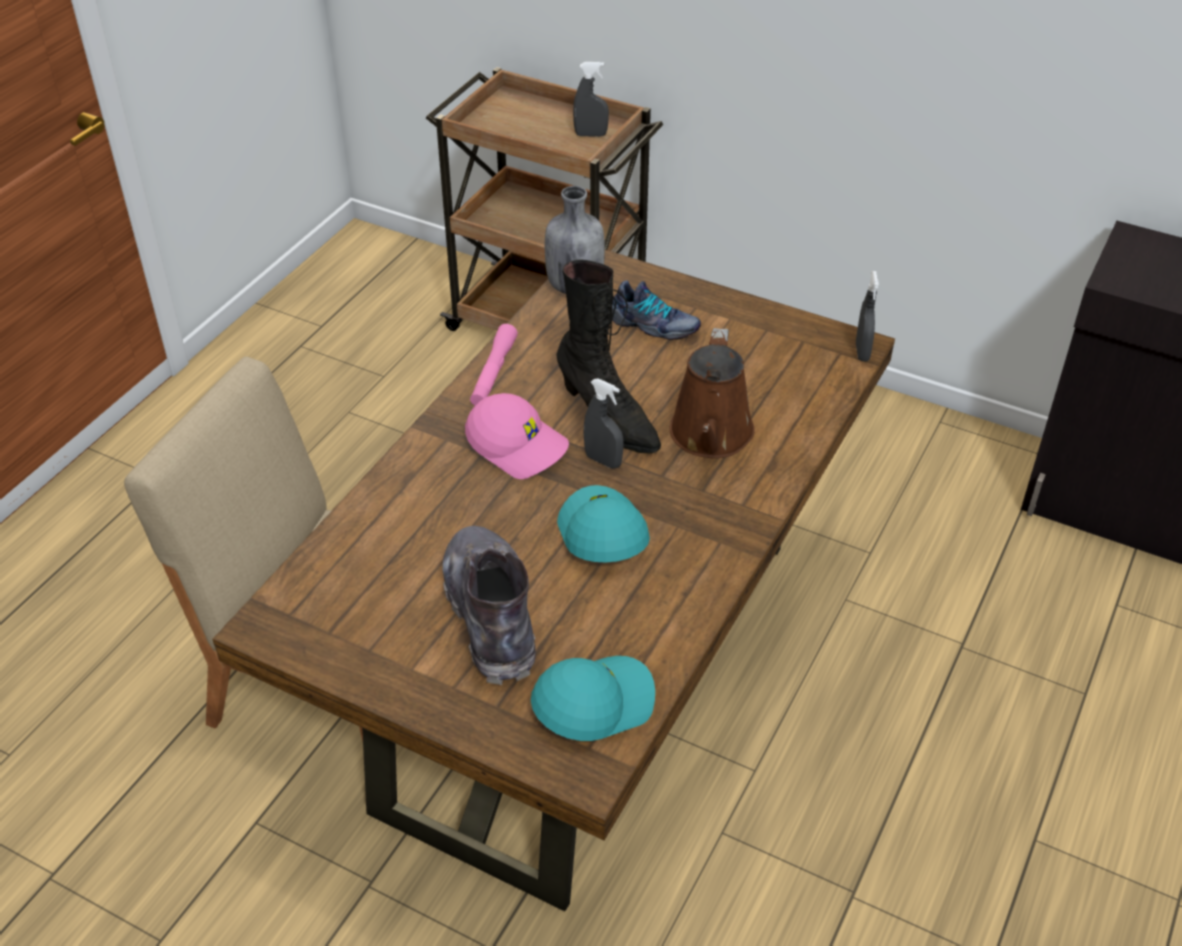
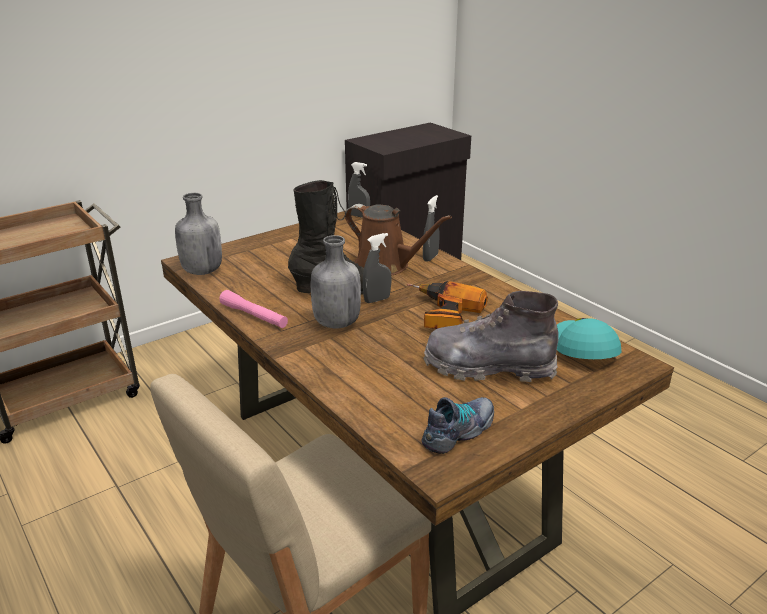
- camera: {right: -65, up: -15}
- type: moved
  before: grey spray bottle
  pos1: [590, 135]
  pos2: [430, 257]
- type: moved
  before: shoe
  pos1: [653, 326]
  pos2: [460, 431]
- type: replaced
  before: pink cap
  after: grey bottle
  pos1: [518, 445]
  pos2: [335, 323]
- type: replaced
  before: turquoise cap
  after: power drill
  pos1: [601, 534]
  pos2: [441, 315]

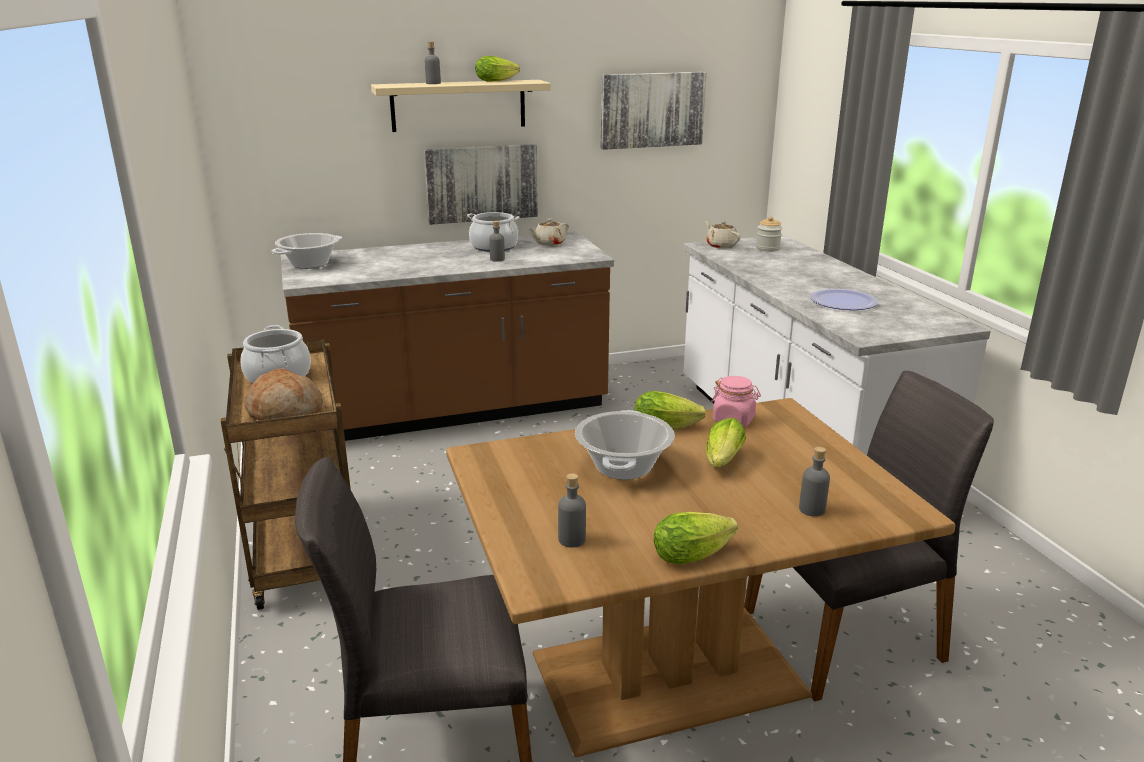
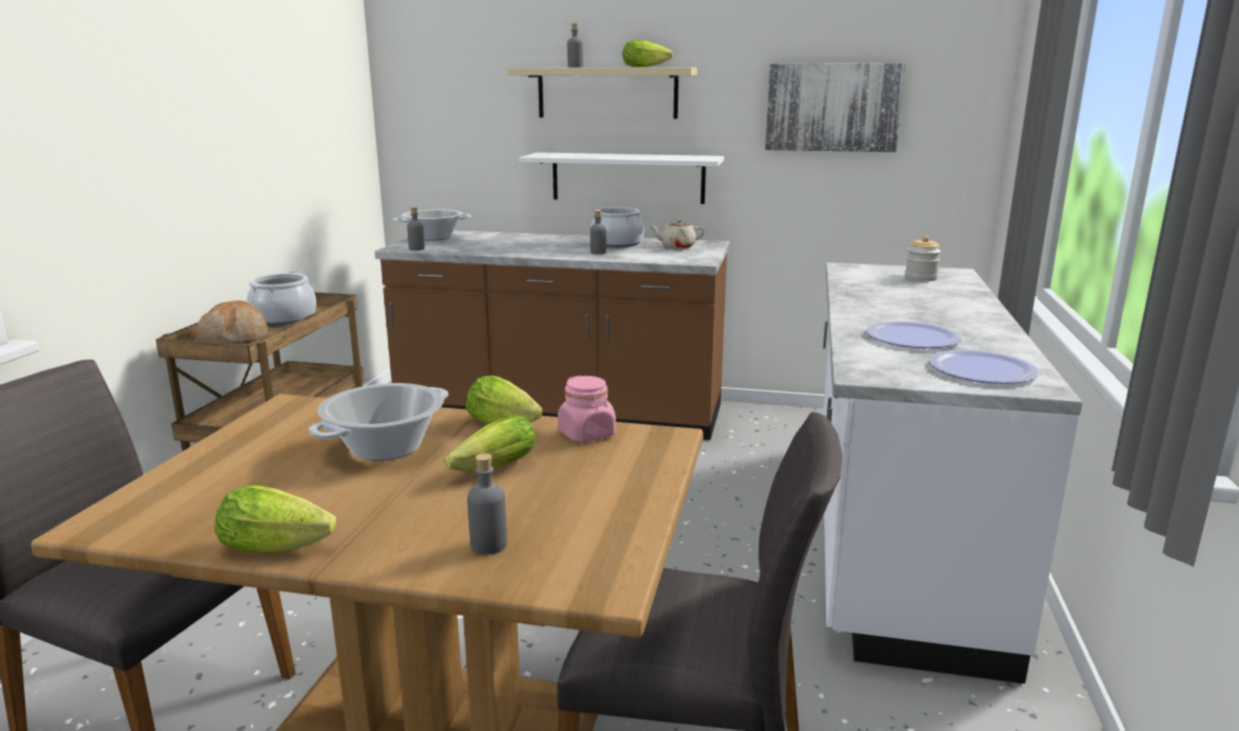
- camera: {right: 30, up: -5}
- type: replaced
  before: picture
  after: white shelf
  pos1: [481, 183]
  pos2: [628, 178]
- type: removed
  before: beige teapot
  pos1: [721, 245]
- type: moved
  before: grey bottle
  pos1: [572, 539]
  pos2: [416, 249]
- type: added
  after: plate
  pos2: [982, 370]

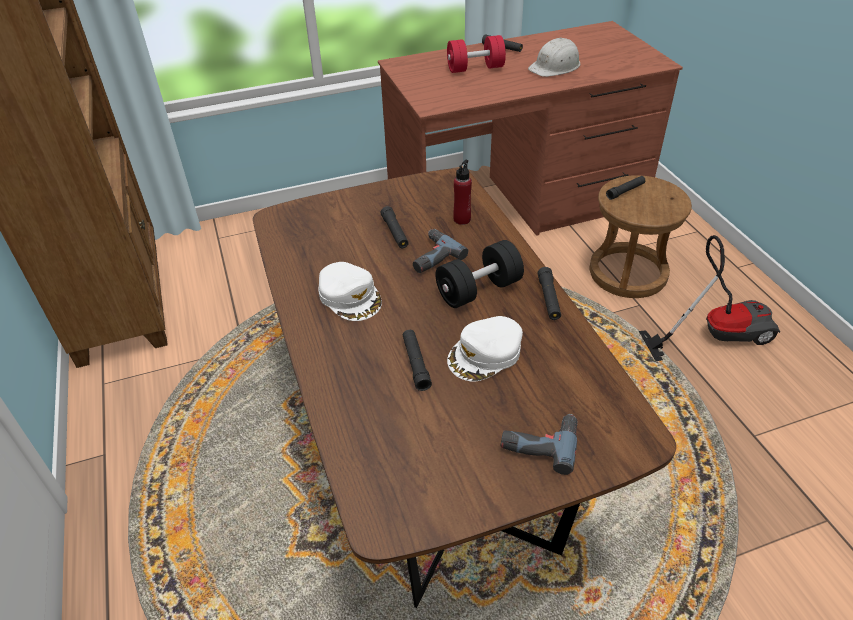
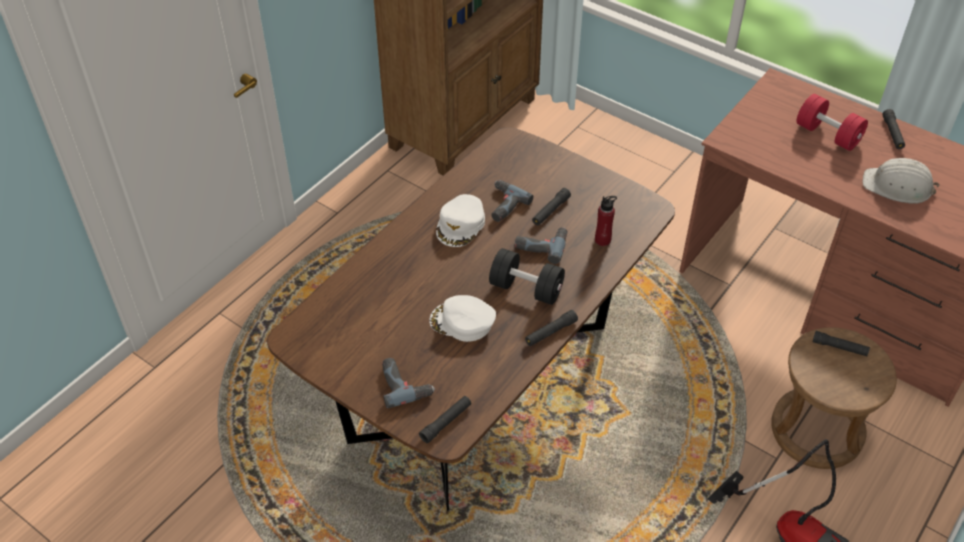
- camera: {right: 55, up: 5}
- type: moved
  before: black flashlight
  pos1: [416, 364]
  pos2: [446, 422]
- type: added
  after: power drill
  pos2: [502, 205]

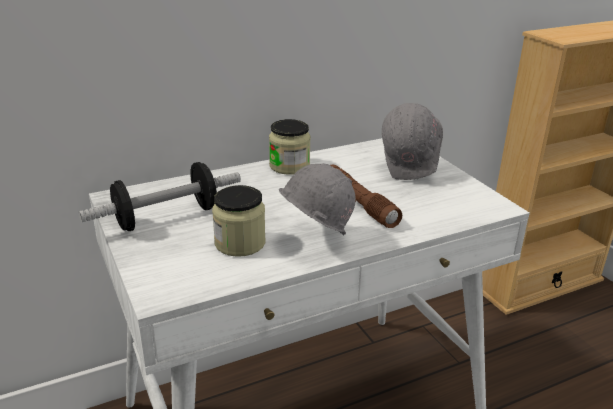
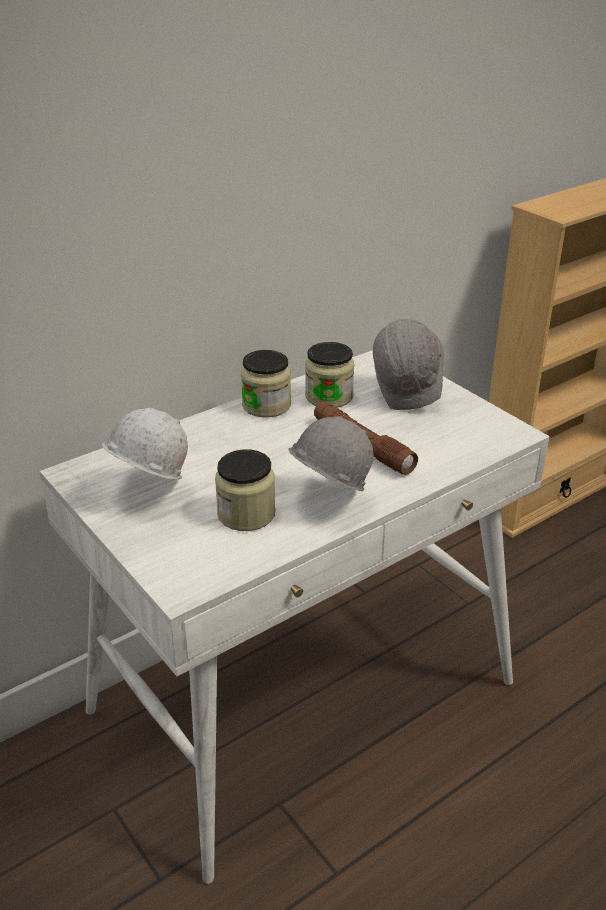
- camera: {right: -10, up: 5}
- type: replaced
  before: dumbbell
  after: white hard hat
  pos1: [166, 217]
  pos2: [148, 492]
- type: added
  after: jar
  pos2: [329, 397]

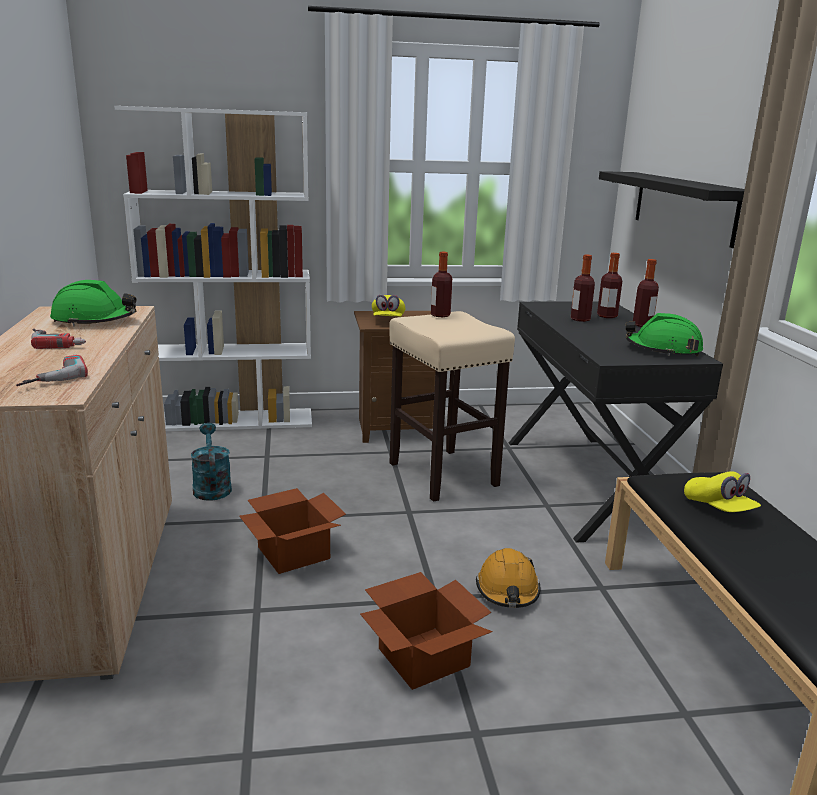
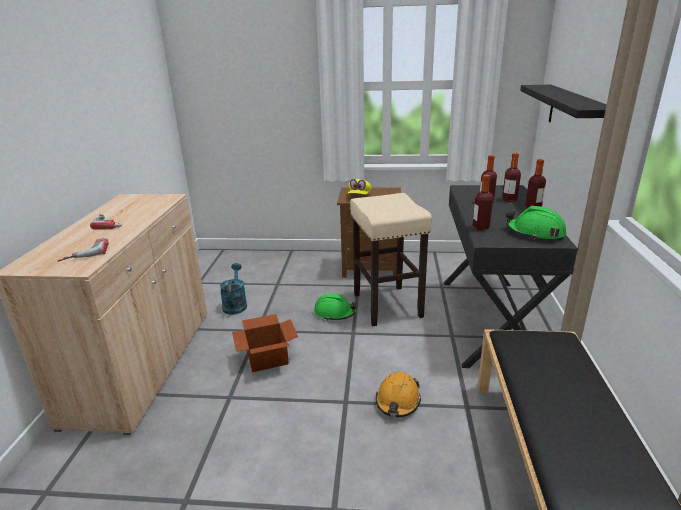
- camera: {right: 15, up: 5}
- type: removed
  before: white bookcase
  pos1: [233, 420]
- type: moved
  before: bottle
  pos1: [440, 315]
  pos2: [481, 227]
- type: moved
  before: green hard hat
  pos1: [94, 320]
  pos2: [335, 313]
- type: removed
  before: yellow cap
  pos1: [718, 508]
- type: removed
  before: cardboard box
  pos1: [423, 655]

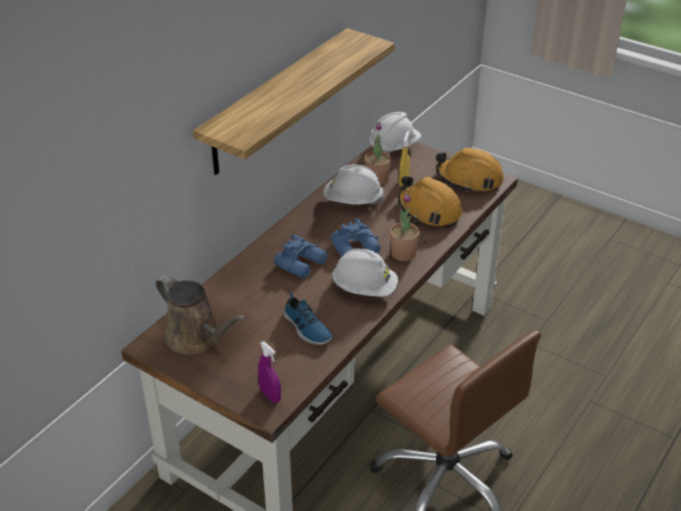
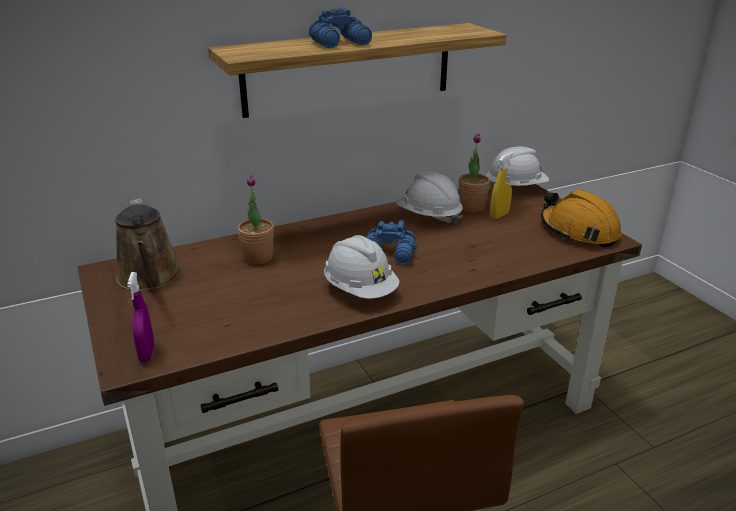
- camera: {right: 30, up: -10}
- type: removed
  before: orange hard hat
  pos1: [429, 210]
- type: moved
  before: potted plant
  pos1: [403, 254]
  pos2: [258, 257]
- type: moved
  before: blue binoculars
  pos1: [302, 264]
  pos2: [341, 43]
- type: removed
  before: shoe
  pos1: [306, 328]

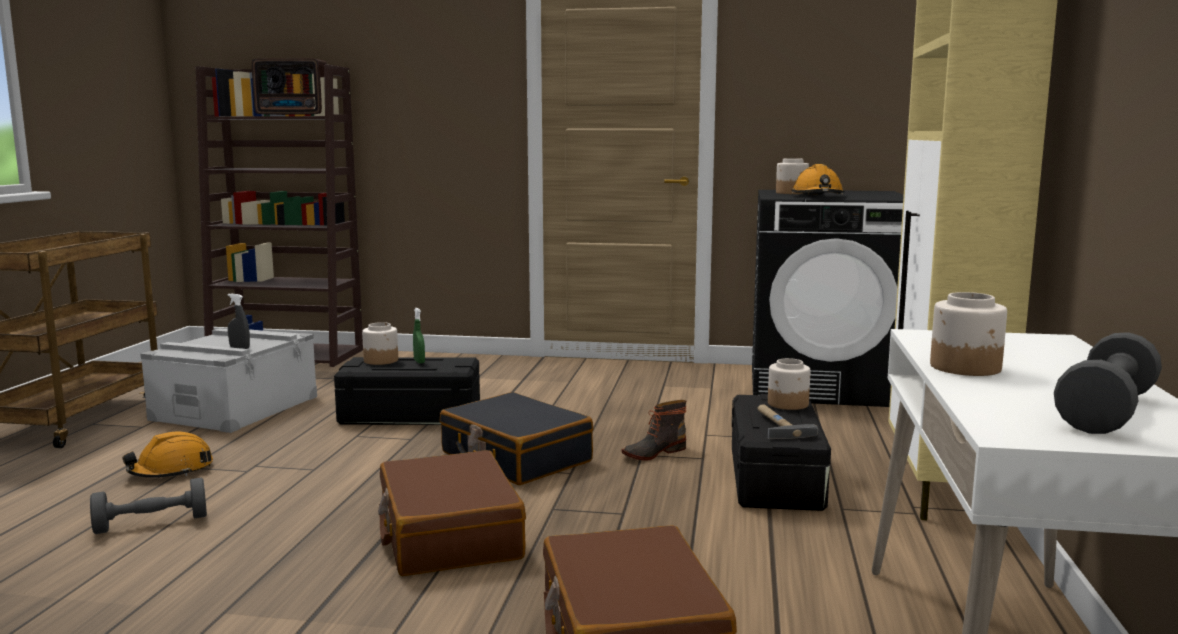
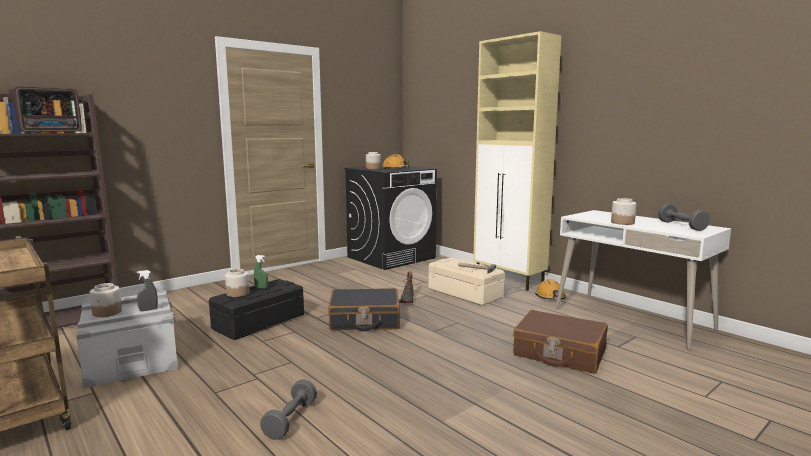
- camera: {right: -50, up: 0}
- type: moved
  before: jar
  pos1: [788, 404]
  pos2: [107, 312]
- type: recoloured
  before: black storage box
  after: beige storage box
  pos1: [777, 478]
  pos2: [465, 293]
- type: moved
  before: orange hard hat
  pos1: [171, 471]
  pos2: [550, 297]
- type: removed
  before: brown suitcase
  pos1: [448, 535]

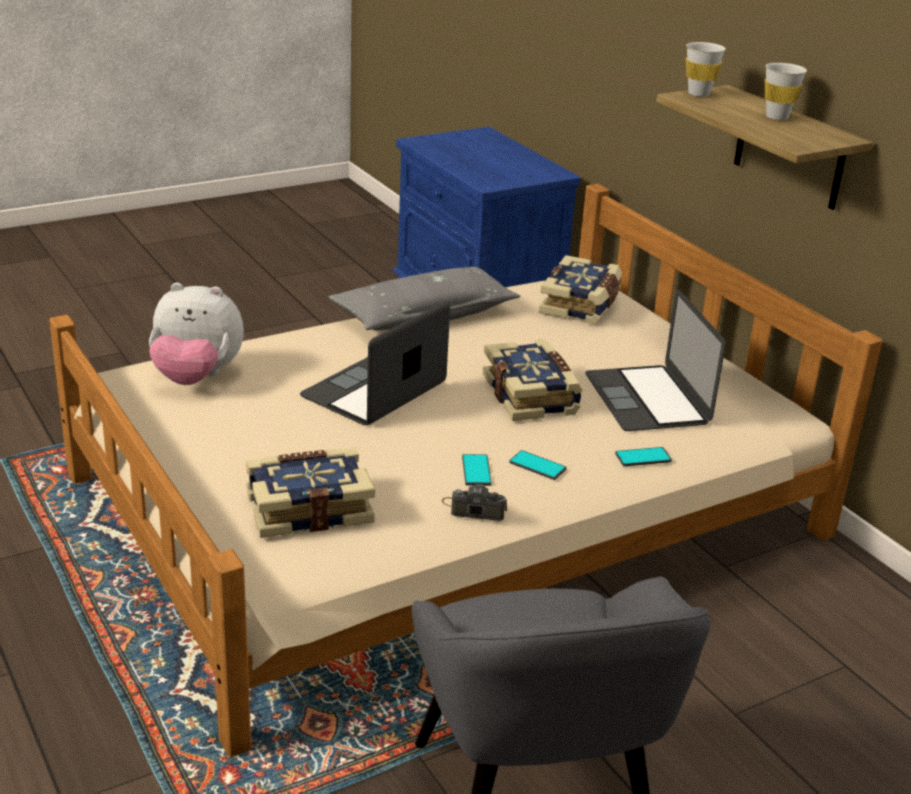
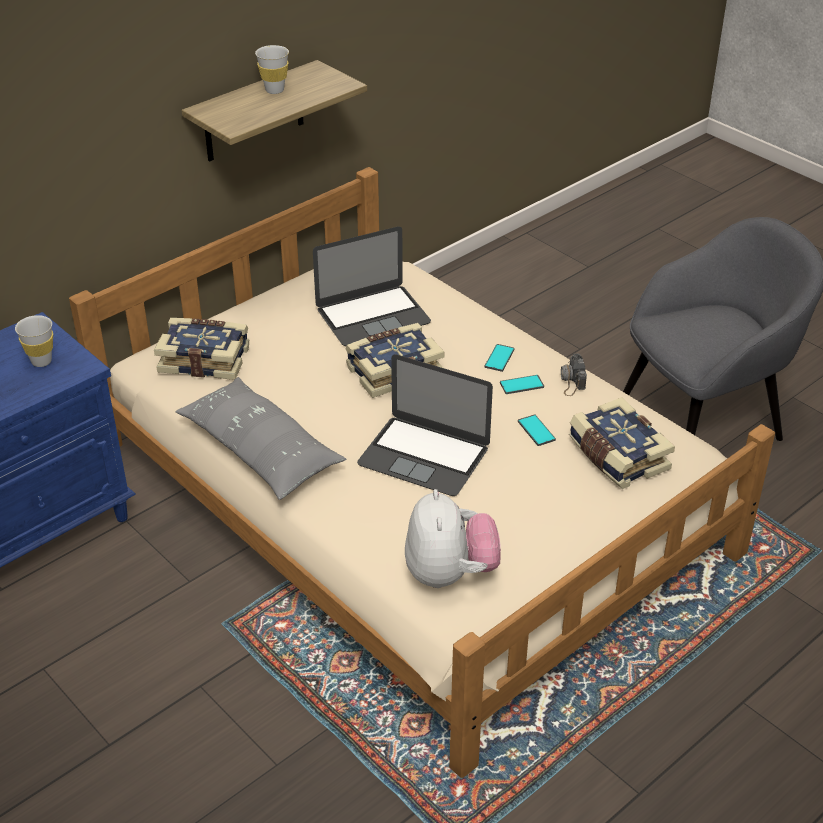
- camera: {right: -100, up: 10}
- type: moved
  before: white cup
  pos1: [698, 94]
  pos2: [41, 361]
- type: moved
  before: phone
  pos1: [643, 457]
  pos2: [536, 431]

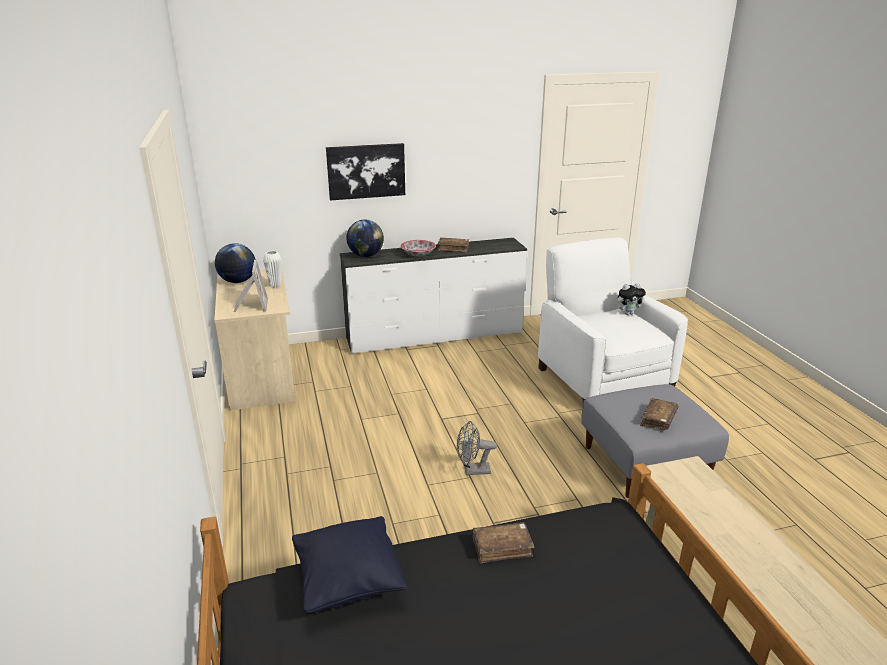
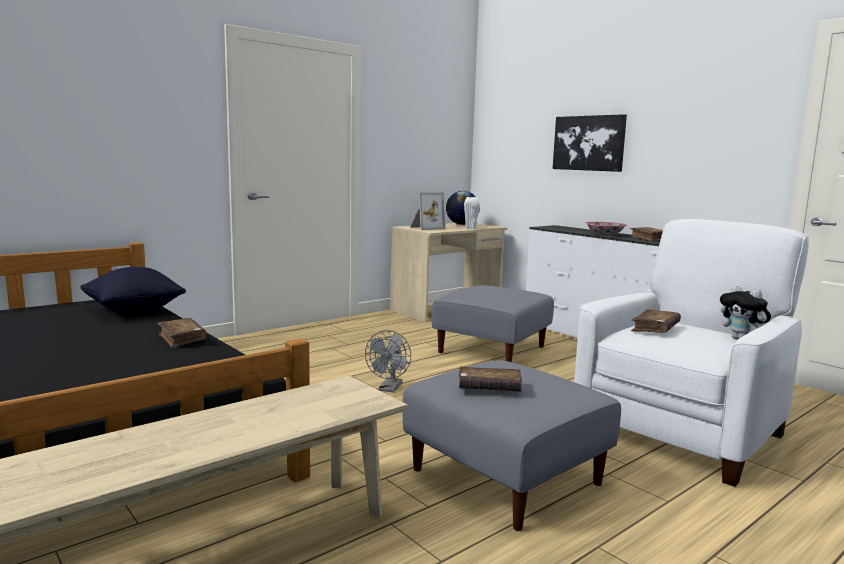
- camera: {right: 65, up: -15}
- type: removed
  before: globe
  pos1: [366, 255]
- type: turned
  before: grey fan
  pos1: [472, 471]
  pos2: [389, 389]
  turn: -135
- type: added
  after: grey ottoman
  pos2: [492, 350]
- type: added
  after: brown book
  pos2: [655, 329]

